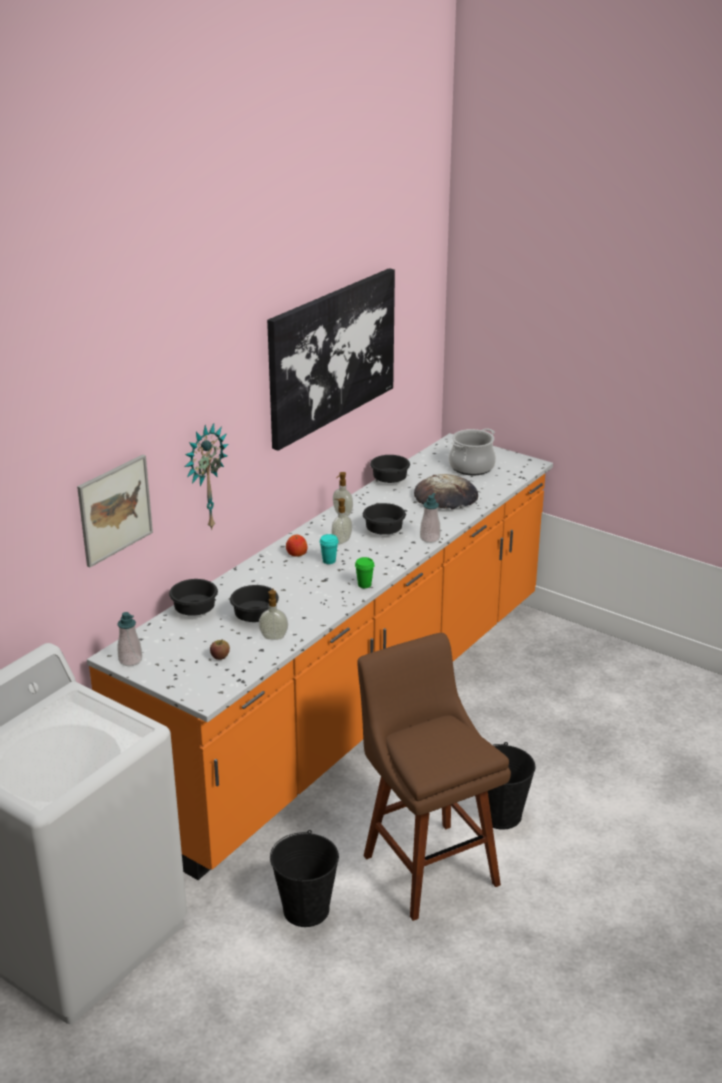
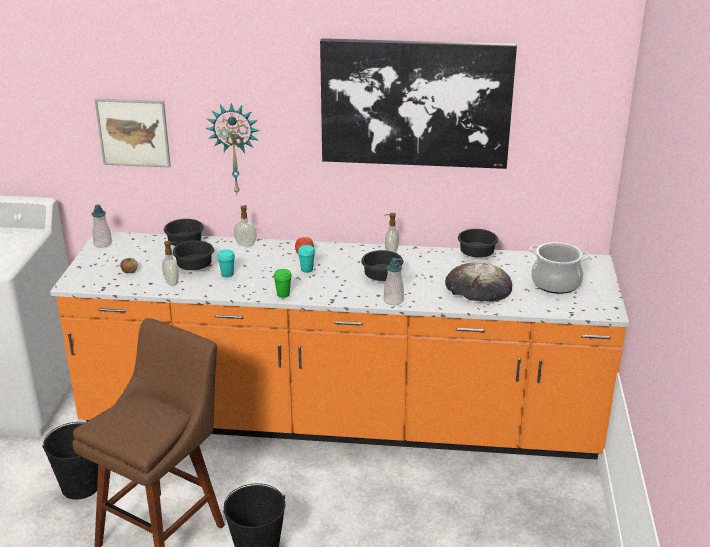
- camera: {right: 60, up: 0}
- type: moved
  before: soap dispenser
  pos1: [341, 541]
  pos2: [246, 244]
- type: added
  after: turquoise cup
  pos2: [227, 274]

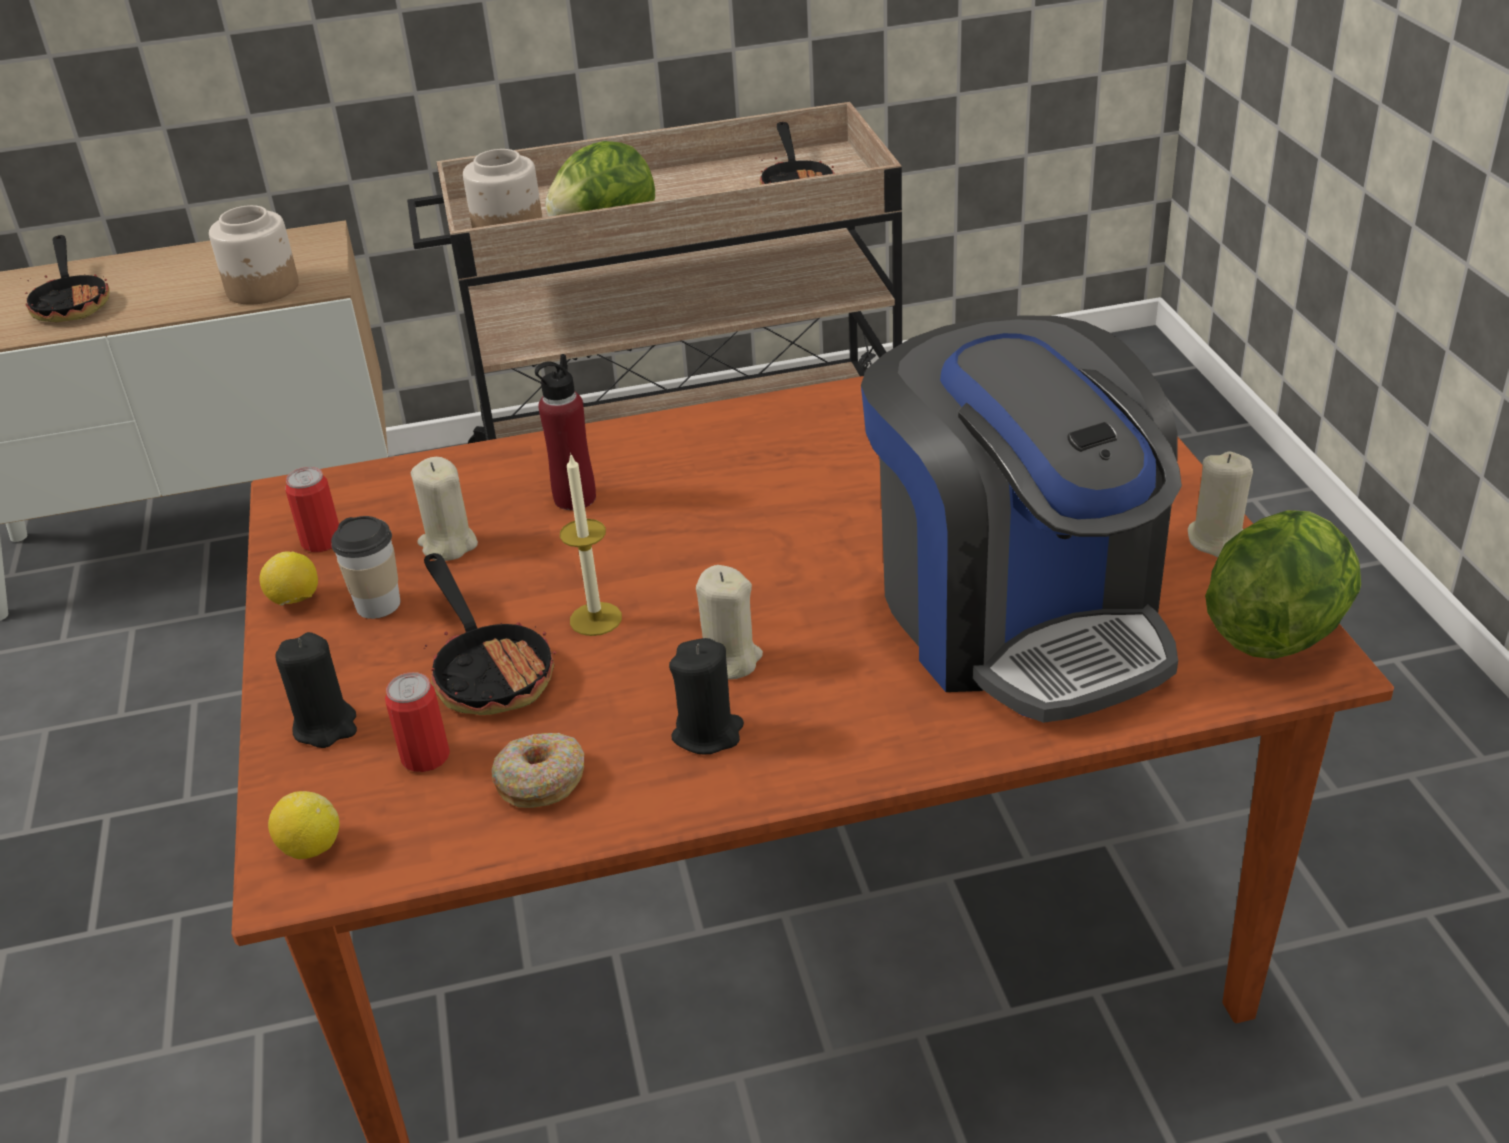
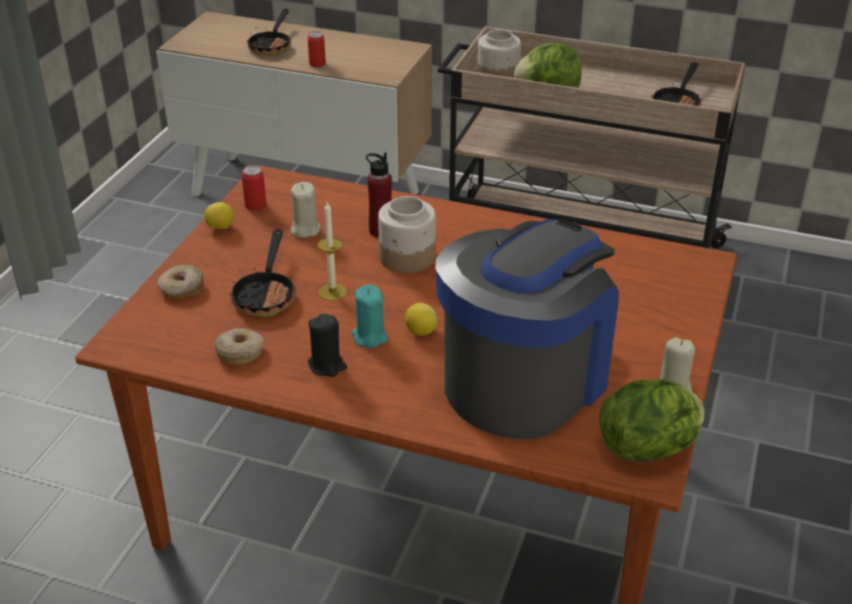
- camera: {right: 30, up: 0}
- type: moved
  before: jar
  pos1: [263, 288]
  pos2: [407, 258]
- type: turned
  before: coffee machine
  pos1: [1019, 616]
  pos2: [525, 380]
  turn: -150
- type: removed
  before: cup
  pos1: [378, 604]
- type: recoloured
  before: beige candle
  after: turquoise candle
  pos1: [727, 660]
  pos2: [369, 337]
- type: replaced
  before: black candle
  after: donut
  pos1: [325, 726]
  pos2: [182, 288]
- type: moved
  before: can
  pos1: [425, 756]
  pos2: [317, 64]
- type: moved
  before: lemon
  pos1: [310, 847]
  pos2: [420, 331]

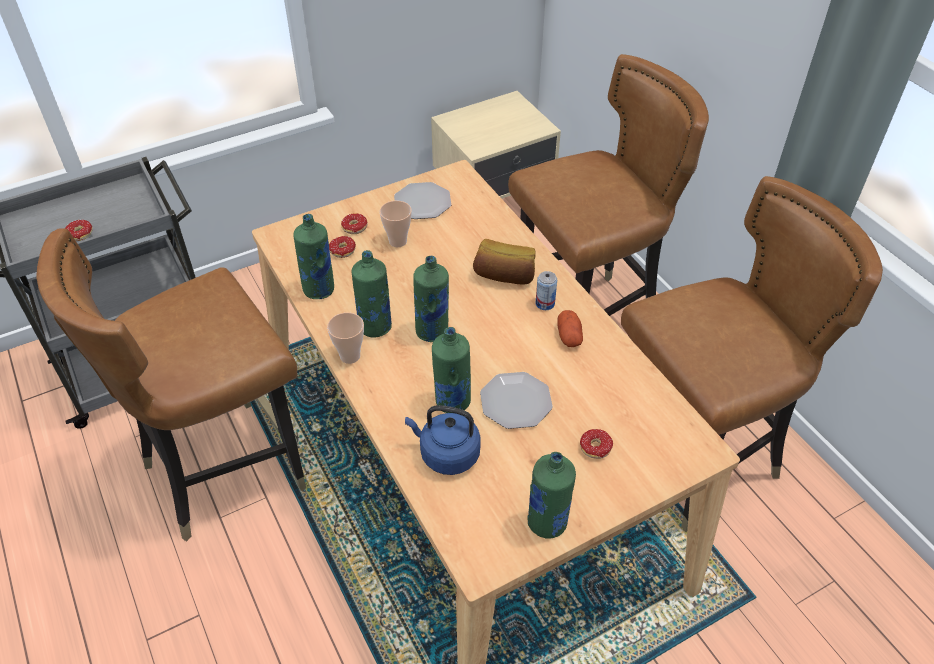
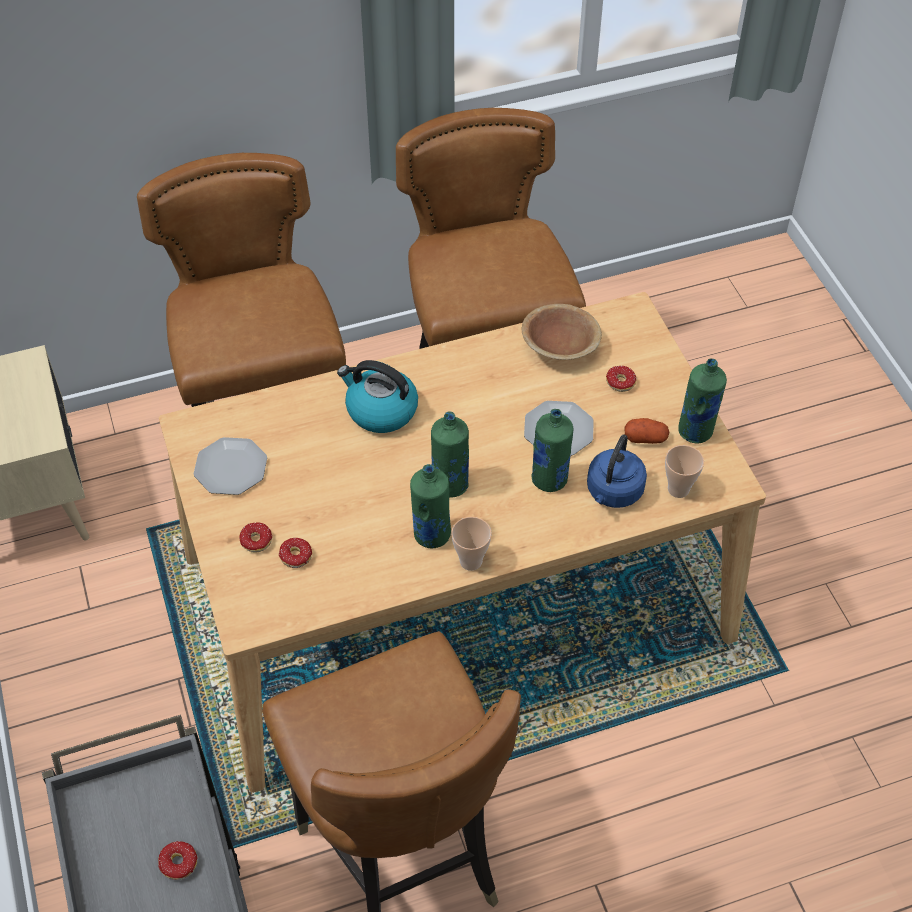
- camera: {right: -80, up: 5}
- type: moved
  before: cup
  pos1: [398, 241]
  pos2: [678, 489]
- type: removed
  before: green bottle
  pos1: [319, 290]
- type: replaced
  before: bread
  after: kettle
  pos1: [504, 275]
  pos2: [380, 410]
- type: removed
  before: can
  pos1: [545, 304]
- type: moved
  before: potato
  pos1: [569, 336]
  pos2: [645, 438]
- type: added
  after: brown bowl
  pos2: [560, 346]

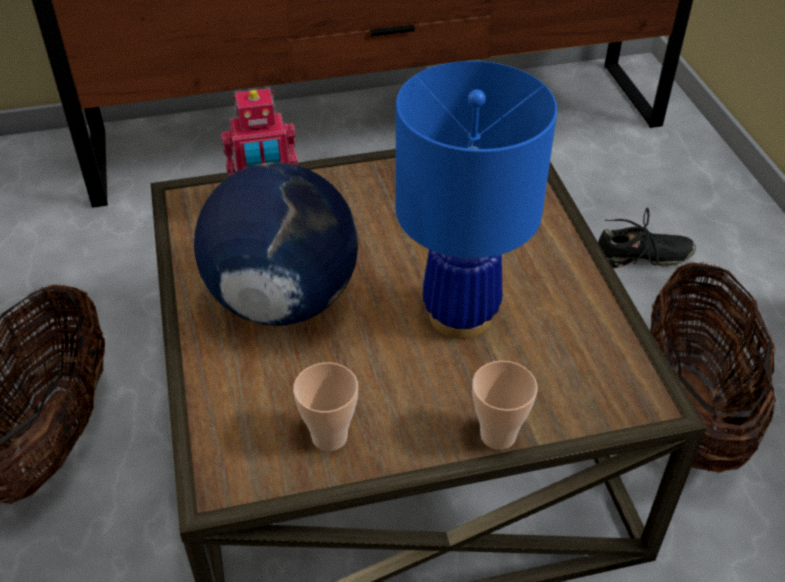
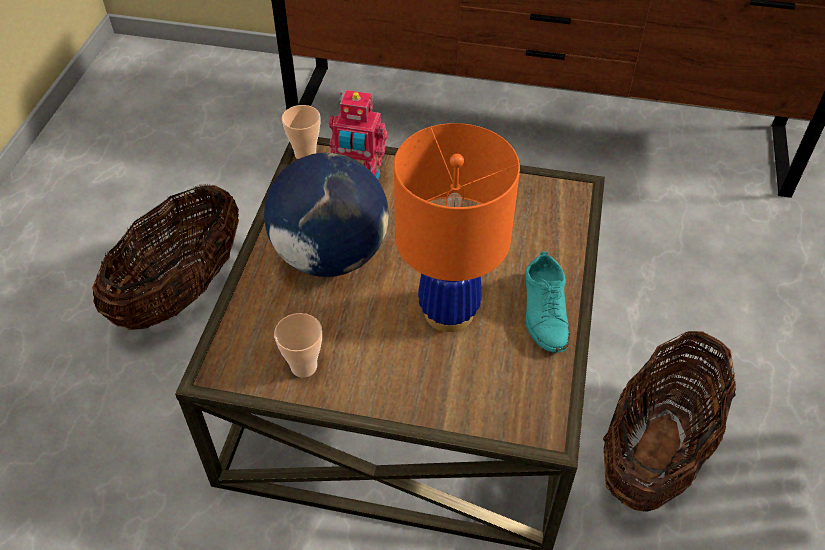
- camera: {right: 25, up: 5}
- type: recoloured
  before: blue table lamp
  after: orange table lamp
  pos1: [460, 315]
  pos2: [449, 311]
- type: removed
  before: black shoe
  pos1: [641, 258]
- type: moved
  before: cup
  pos1: [498, 435]
  pos2: [305, 154]
- type: added
  after: turquoise shoe
  pos2: [544, 311]

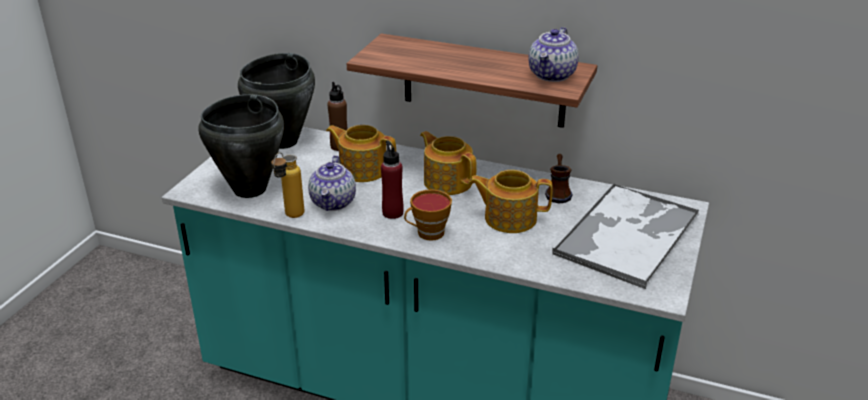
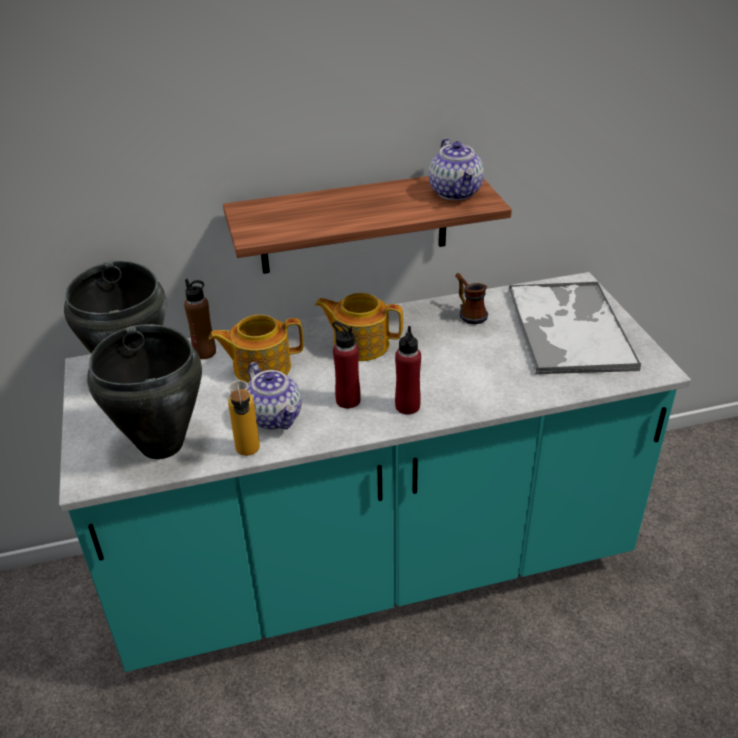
- camera: {right: -35, up: 5}
- type: removed
  before: teapot
  pos1: [509, 218]
- type: replaced
  before: cup
  after: red bottle
  pos1: [427, 234]
  pos2: [407, 406]

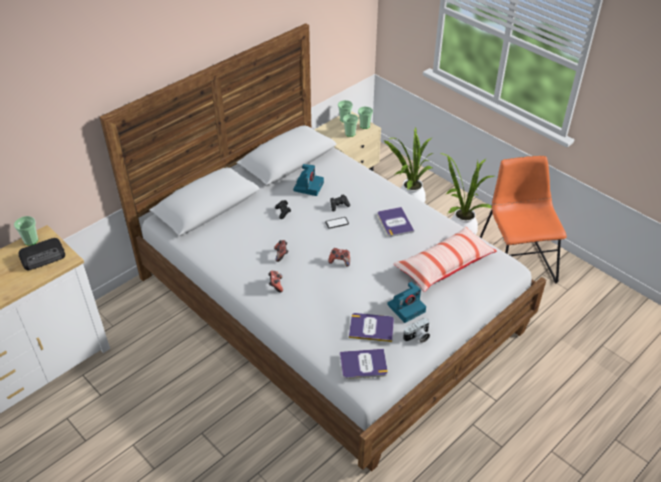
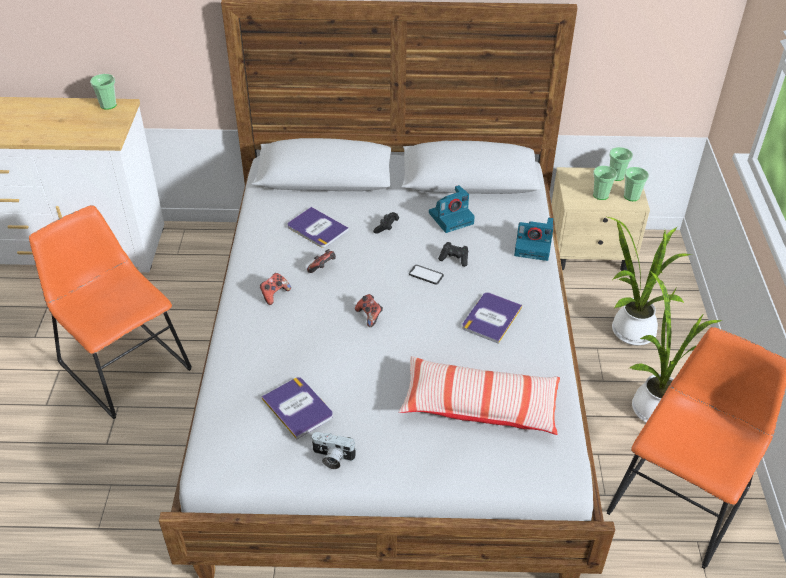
- camera: {right: 45, up: 0}
- type: removed
  before: radio
  pos1: [43, 257]
- type: moved
  before: photo camera
  pos1: [406, 307]
  pos2: [534, 246]
- type: moved
  before: book
  pos1: [363, 364]
  pos2: [317, 228]
- type: added
  after: orange chair
  pos2: [122, 363]

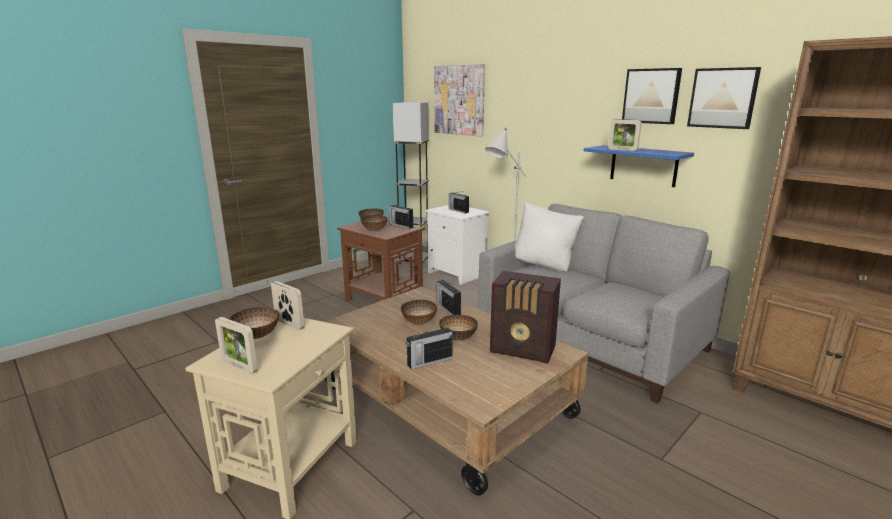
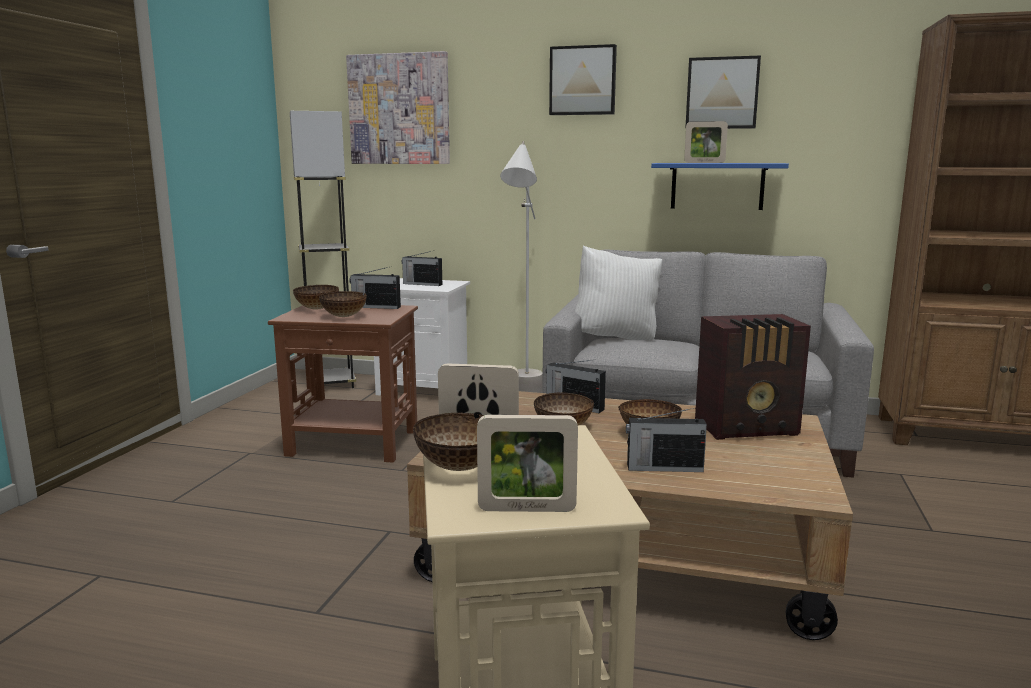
- camera: {right: -30, up: -5}
- type: moved
  before: picture
  pos1: [723, 98]
  pos2: [583, 81]
- type: turned
  before: radio
  pos1: [429, 361]
  pos2: [663, 468]
  turn: 60

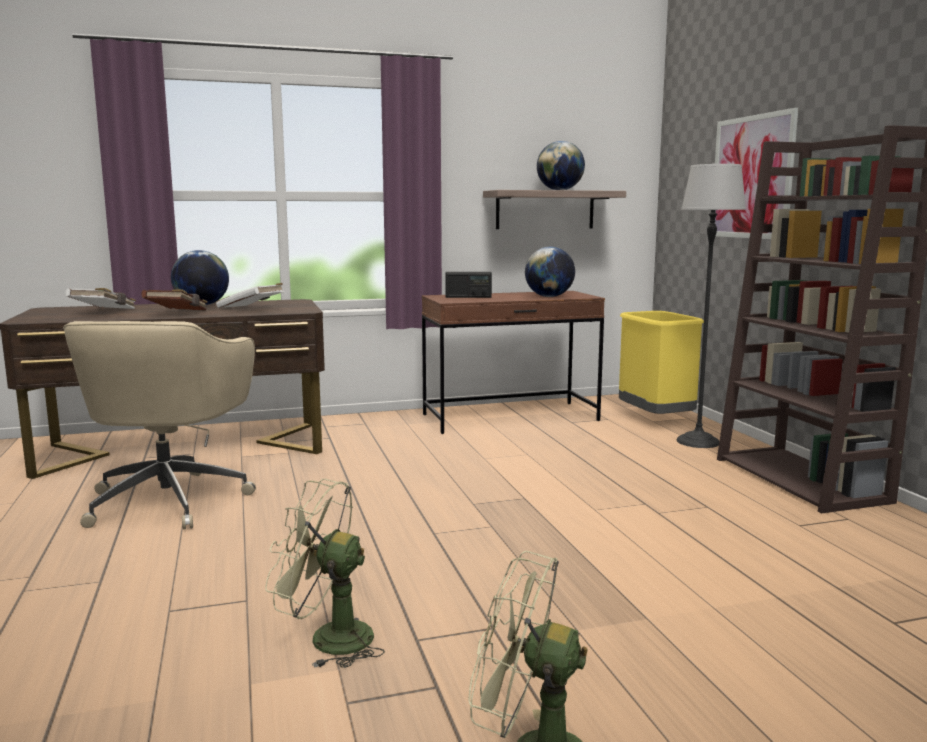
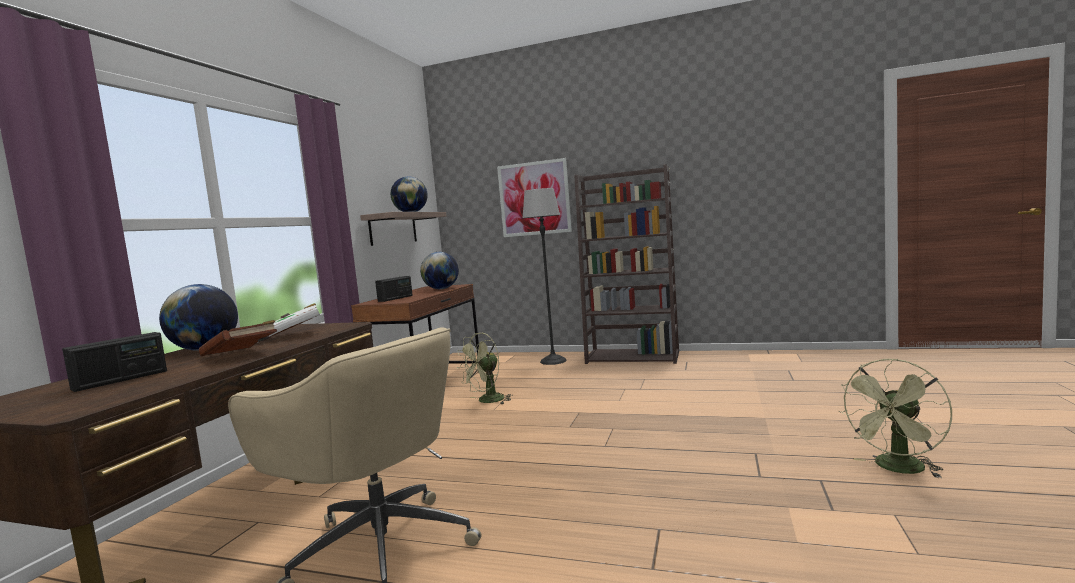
- camera: {right: -55, up: -5}
- type: replaced
  before: white book
  after: radio
  pos1: [104, 312]
  pos2: [121, 380]
- type: removed
  before: yellow trash can
  pos1: [656, 419]
- type: moved
  before: green fan
  pos1: [328, 639]
  pos2: [487, 401]

